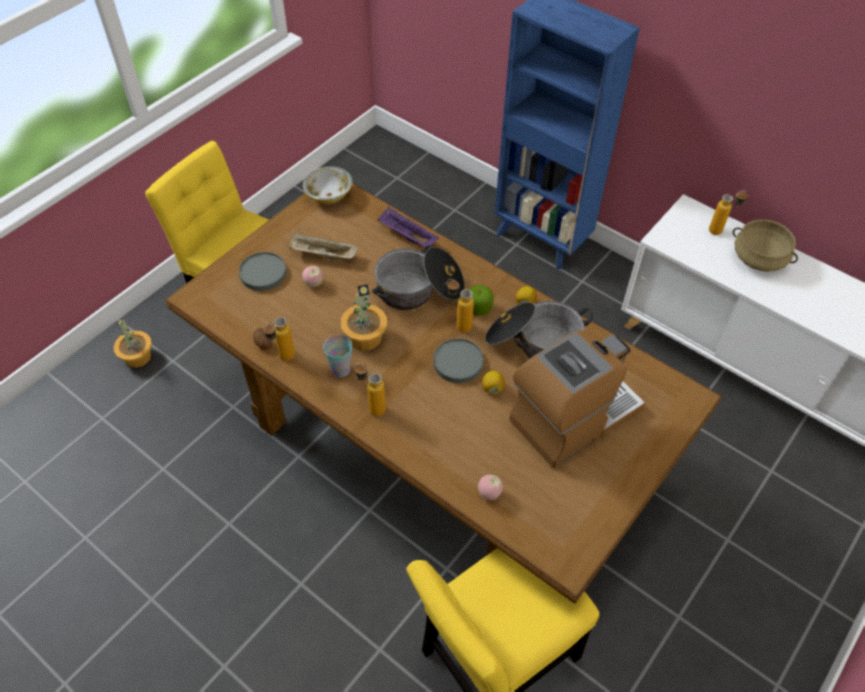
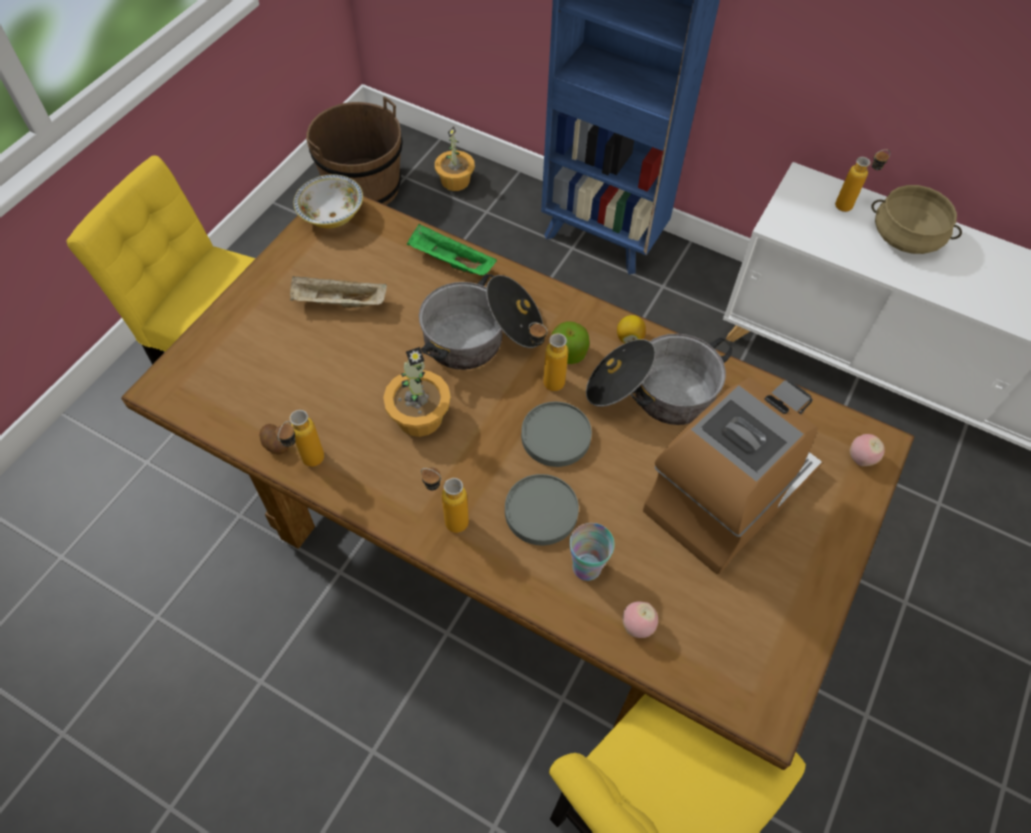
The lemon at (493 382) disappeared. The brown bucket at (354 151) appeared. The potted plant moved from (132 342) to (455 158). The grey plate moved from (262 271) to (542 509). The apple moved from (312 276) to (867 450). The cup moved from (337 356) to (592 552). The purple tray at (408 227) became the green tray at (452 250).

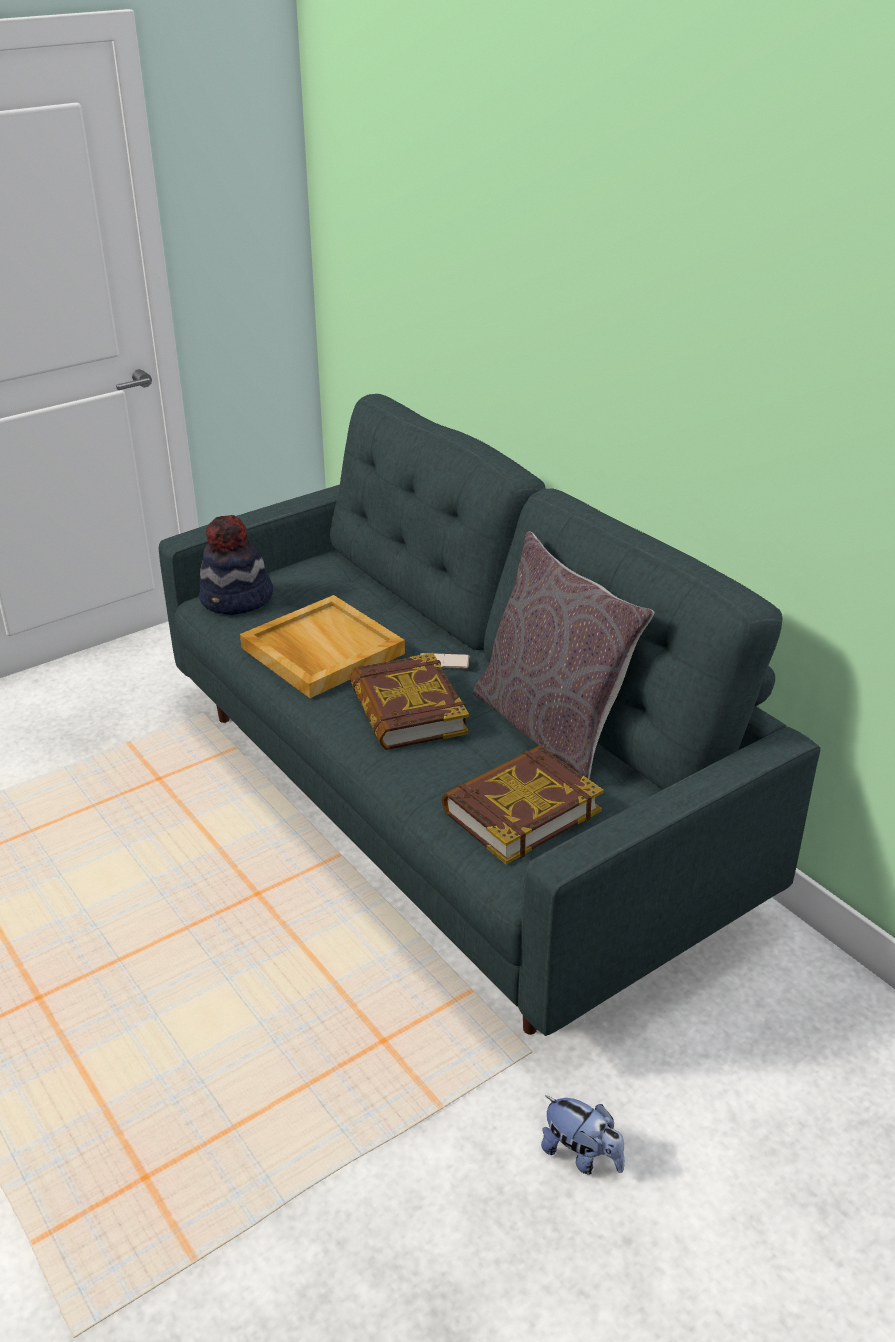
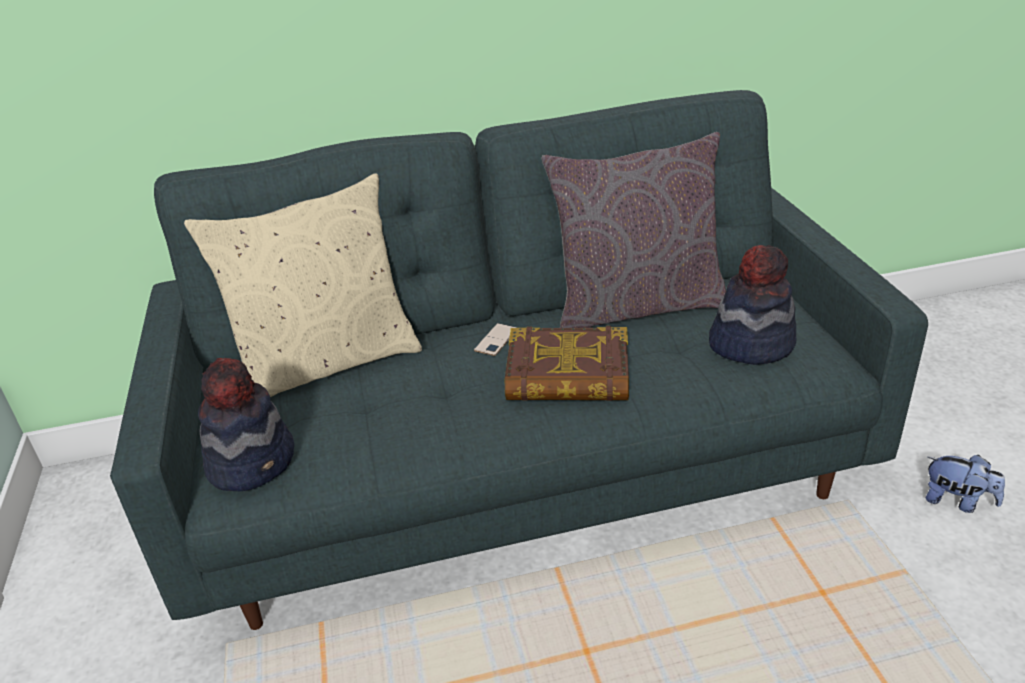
The beige tray at (322 646) disappeared. The beige pillow at (303 285) appeared. The book at (522 804) was replaced by the hat at (752 305). The plush toy at (583 1135) turned 60 degrees clockwise.

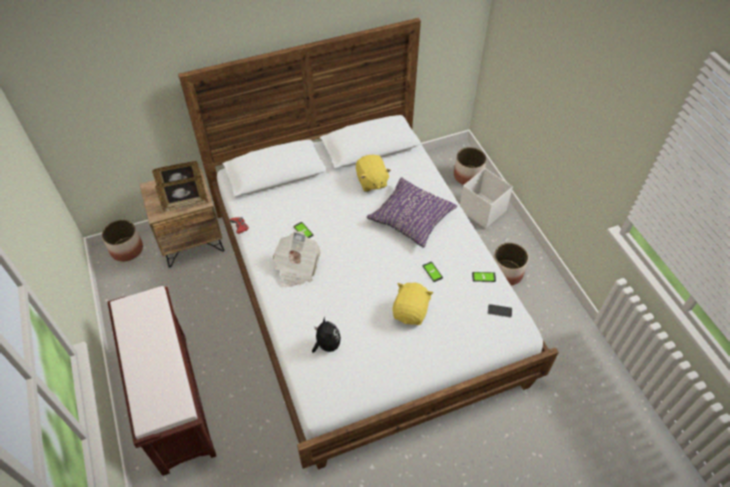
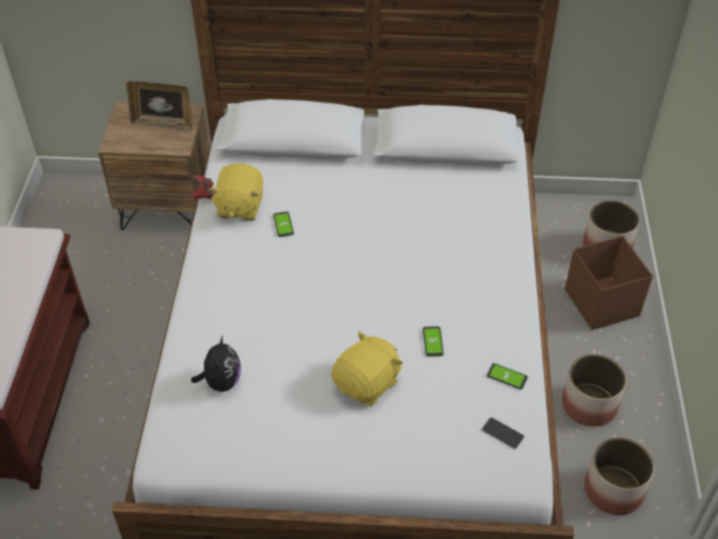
The picture frame at (181 194) disappeared. The newspaper at (297 259) disappeared. The purple pillow at (411 212) disappeared. The planter moved from (122 241) to (619 476). The yellow plush toy moved from (373 173) to (235 192). The white storage box at (486 198) became the brown storage box at (609 283).

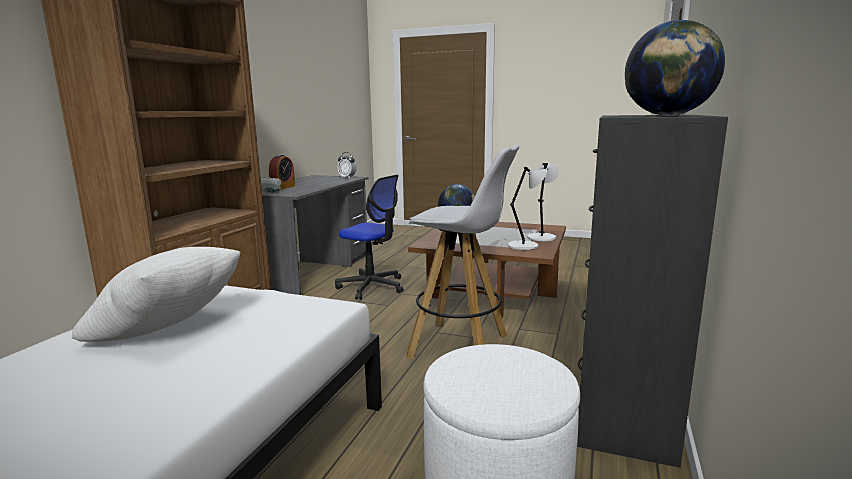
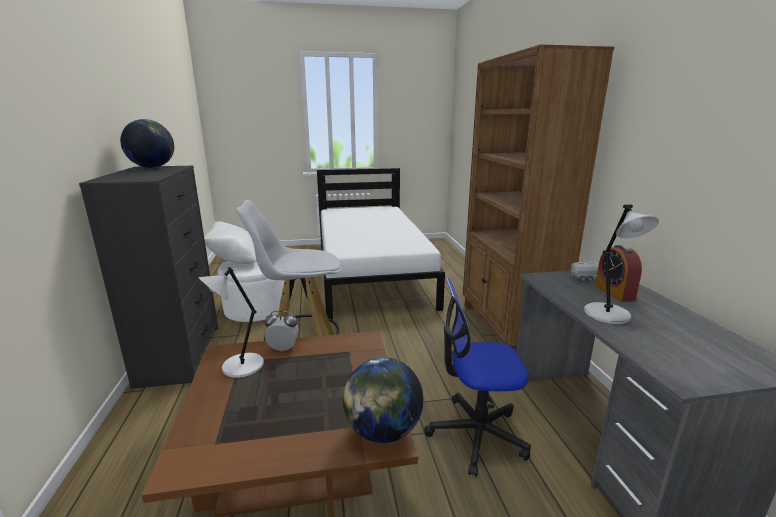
The white pillow moved from (156 294) to (230 242). The alarm clock moved from (347 165) to (281 331). The grey table lamp moved from (543 202) to (621 264).

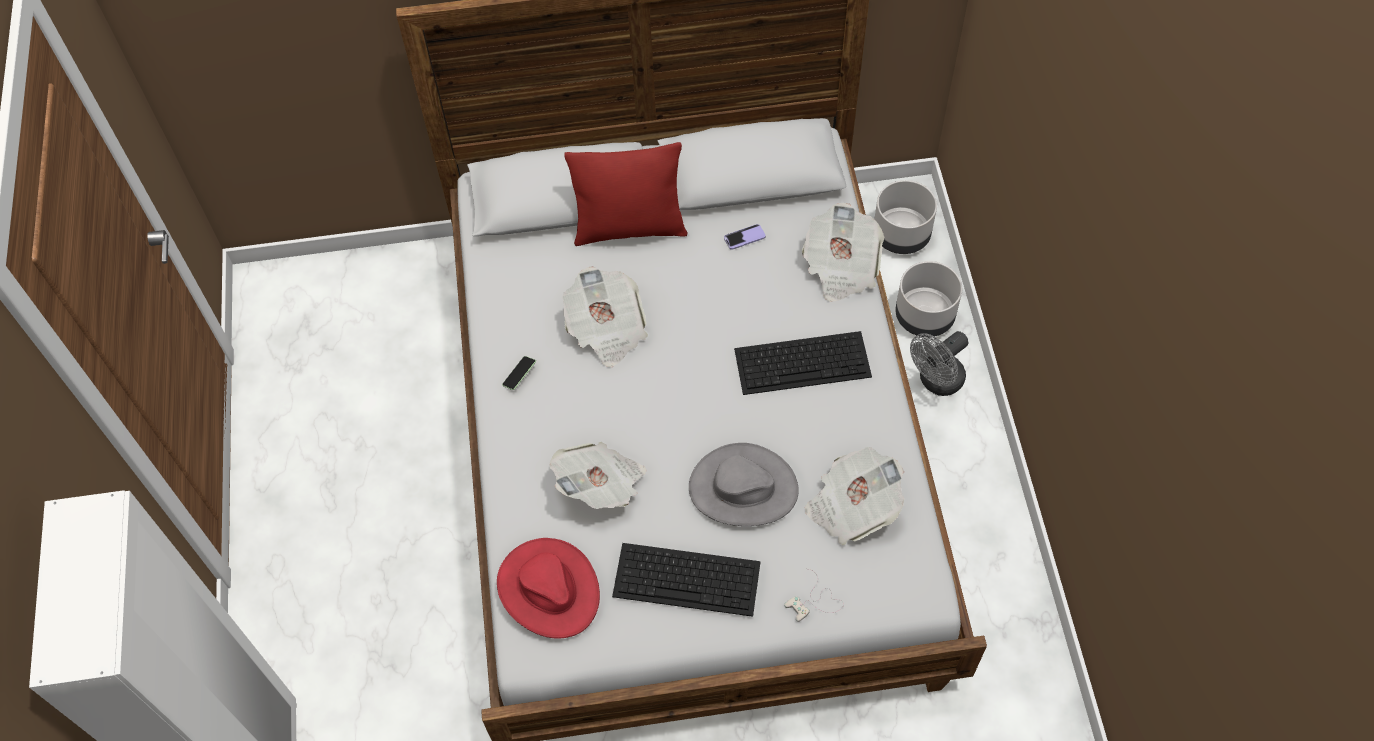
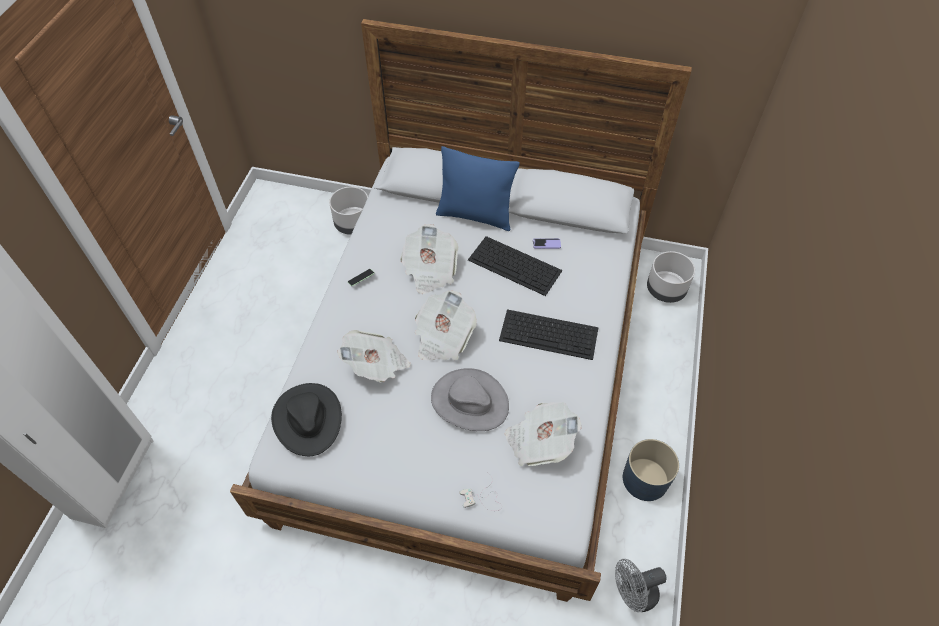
The blue planter at (651 470) appeared. The keyboard moved from (686 580) to (515 266). The newspaper moved from (843 252) to (446 325). The grey planter moved from (928 299) to (348 211). The grey fan moved from (939 363) to (640 585). The red hat at (548 588) became the black hat at (306 419). The red pillow at (626 194) became the blue pillow at (478 188).

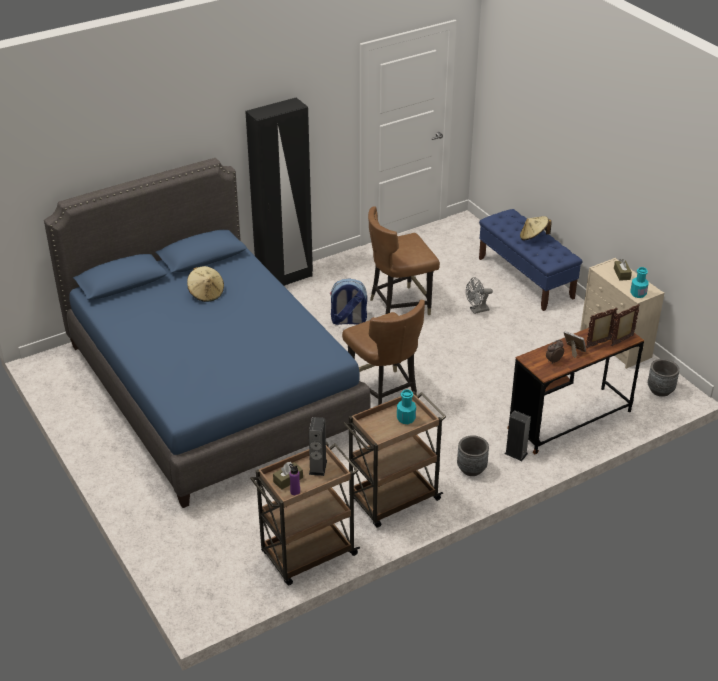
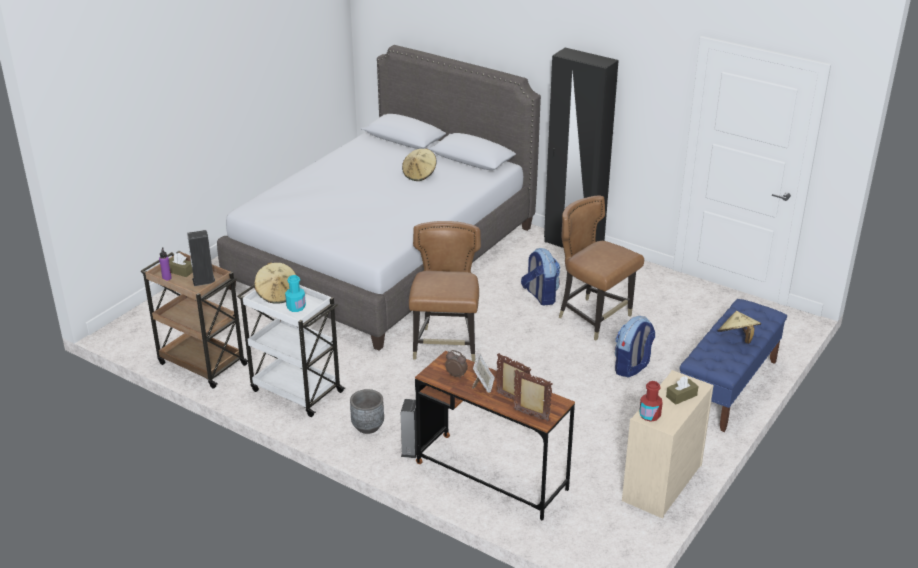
The grey planter at (664 378) disappeared. The beige hat at (275 283) appeared. The grey fan at (479 295) was replaced by the backpack at (635 346). The blue bed at (207 333) became the grey bed at (379 198). The brown cart at (395 459) became the white cart at (291 351). The turquoise bottle at (640 282) became the red bottle at (651 401). The brown chair at (383 352) turned 150 degrees clockwise.

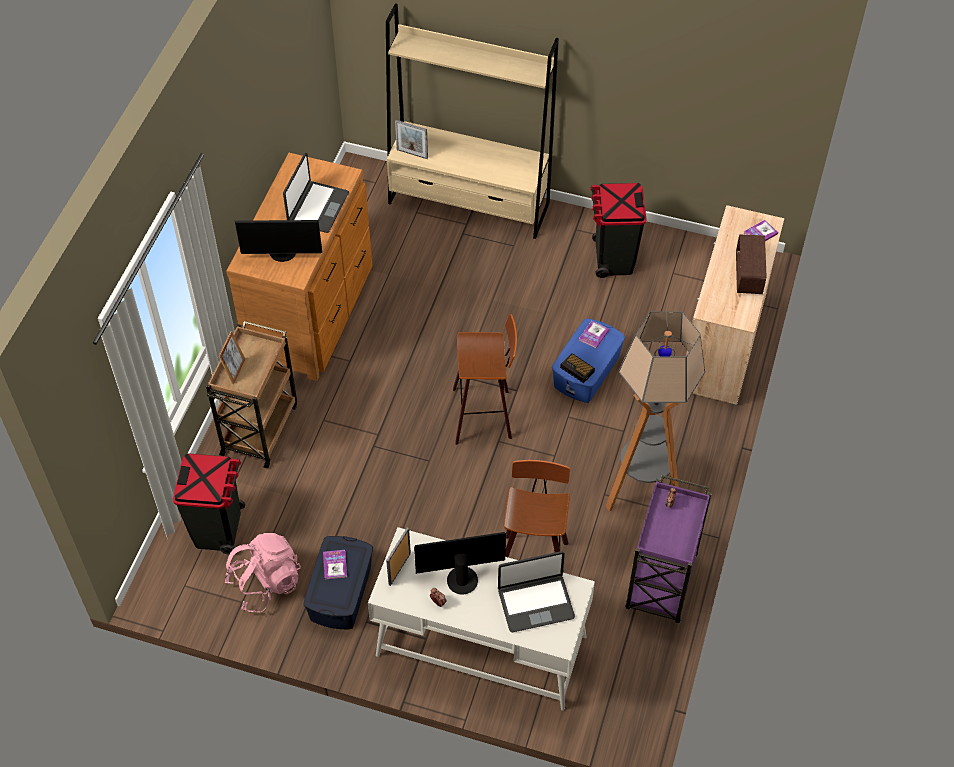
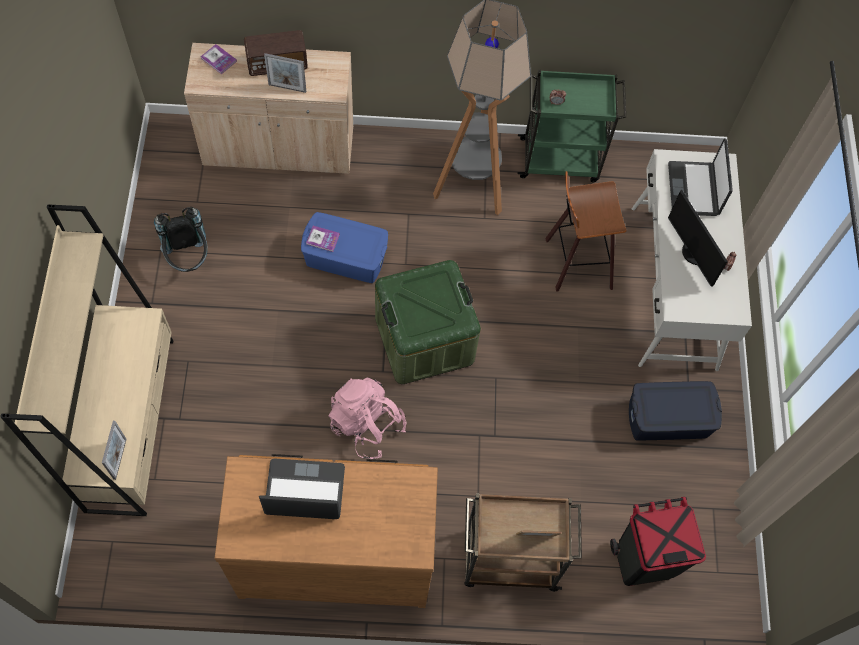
The monitor at (278 241) disappeared. The book at (335 564) disappeared. The alarm clock at (577 368) disappeared. The pink backpack moved from (263 572) to (367 418). The picture frame moved from (398 556) to (285 73). The stool at (485 379) was replaced by the green storage box at (428 322). The black trash can at (618 230) was replaced by the black backpack at (181 239). The purple cart at (668 549) became the green cart at (571 126). The laptop at (536 591) turned 150 degrees counterclockwise.

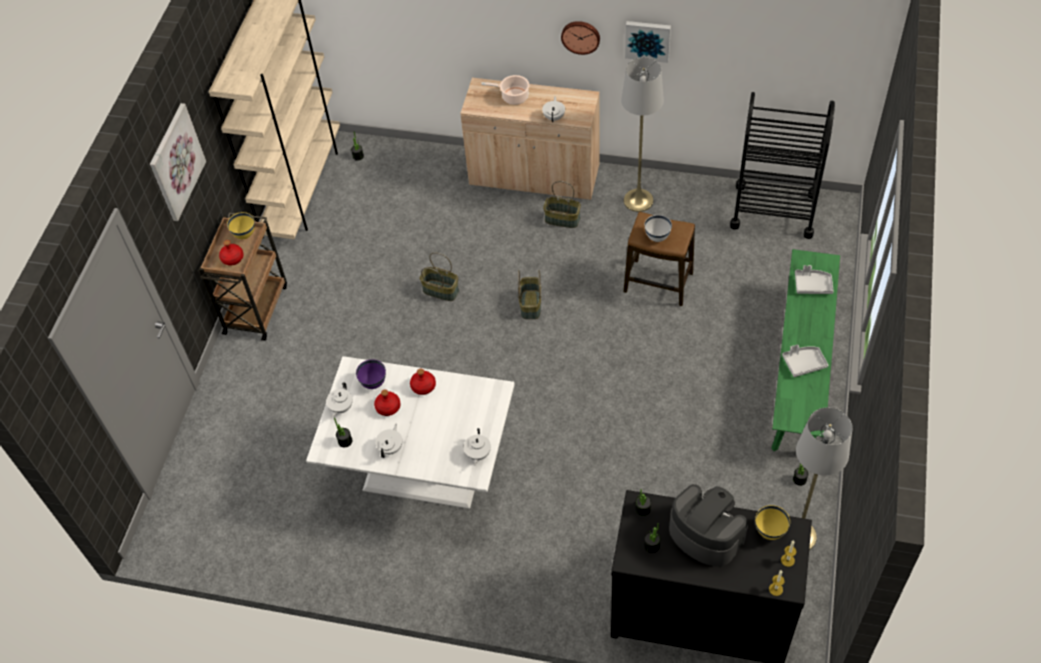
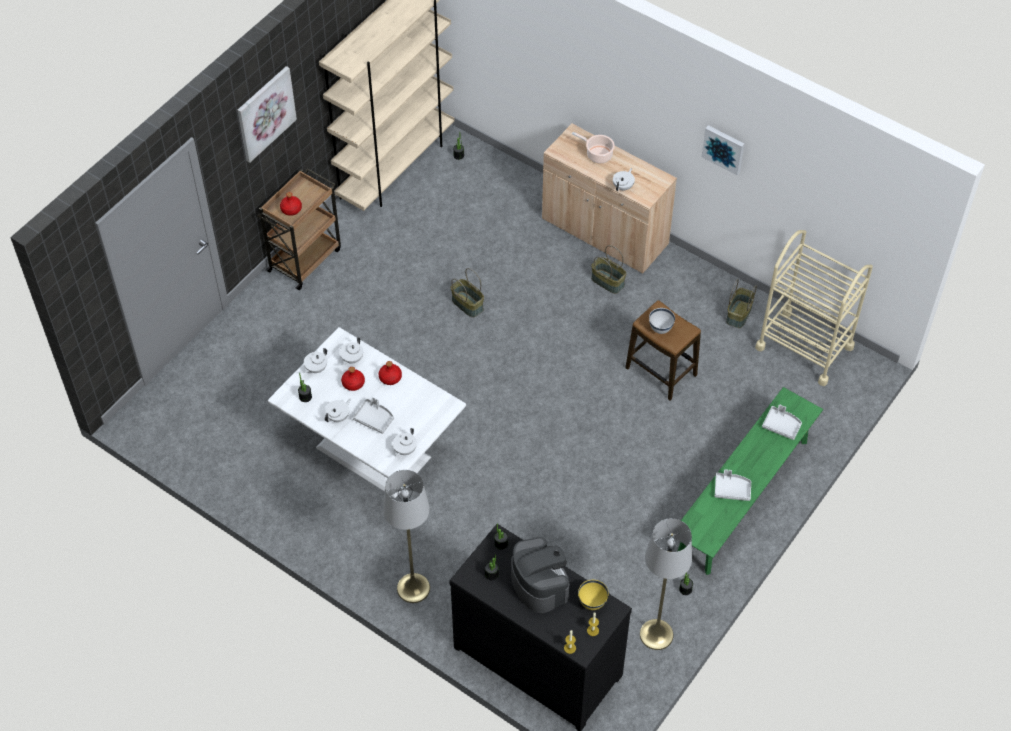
The yellow bowl at (241 225) disappeared. The wall clock at (580 38) disappeared. The grey tray at (373 415) appeared. The basket moved from (529 294) to (741 303). The grey floor lamp moved from (642 134) to (406 536). The purple bowl at (371 374) was replaced by the white teapot at (351 351). The black cart at (782 165) became the beige cart at (814 308).

